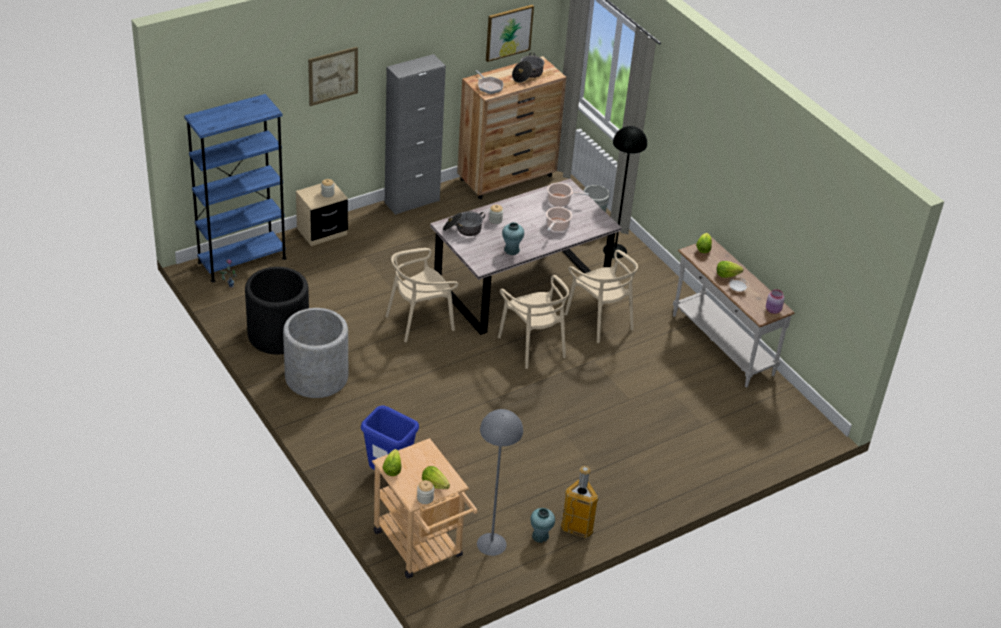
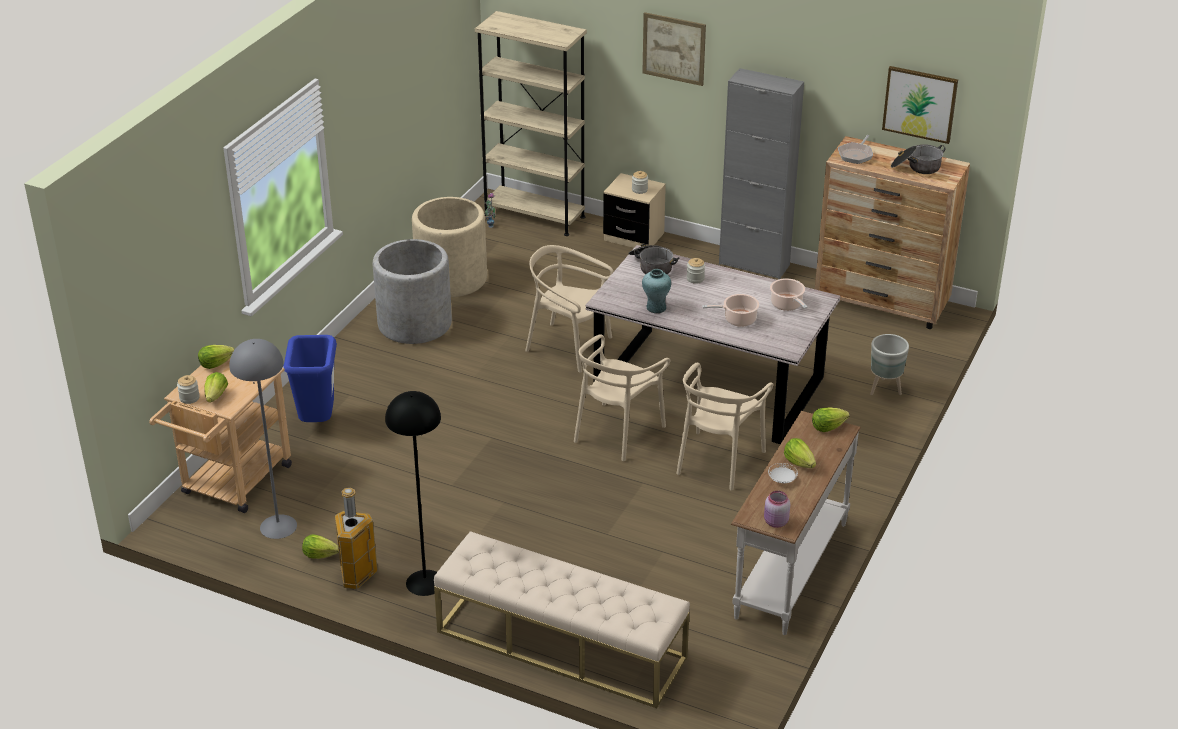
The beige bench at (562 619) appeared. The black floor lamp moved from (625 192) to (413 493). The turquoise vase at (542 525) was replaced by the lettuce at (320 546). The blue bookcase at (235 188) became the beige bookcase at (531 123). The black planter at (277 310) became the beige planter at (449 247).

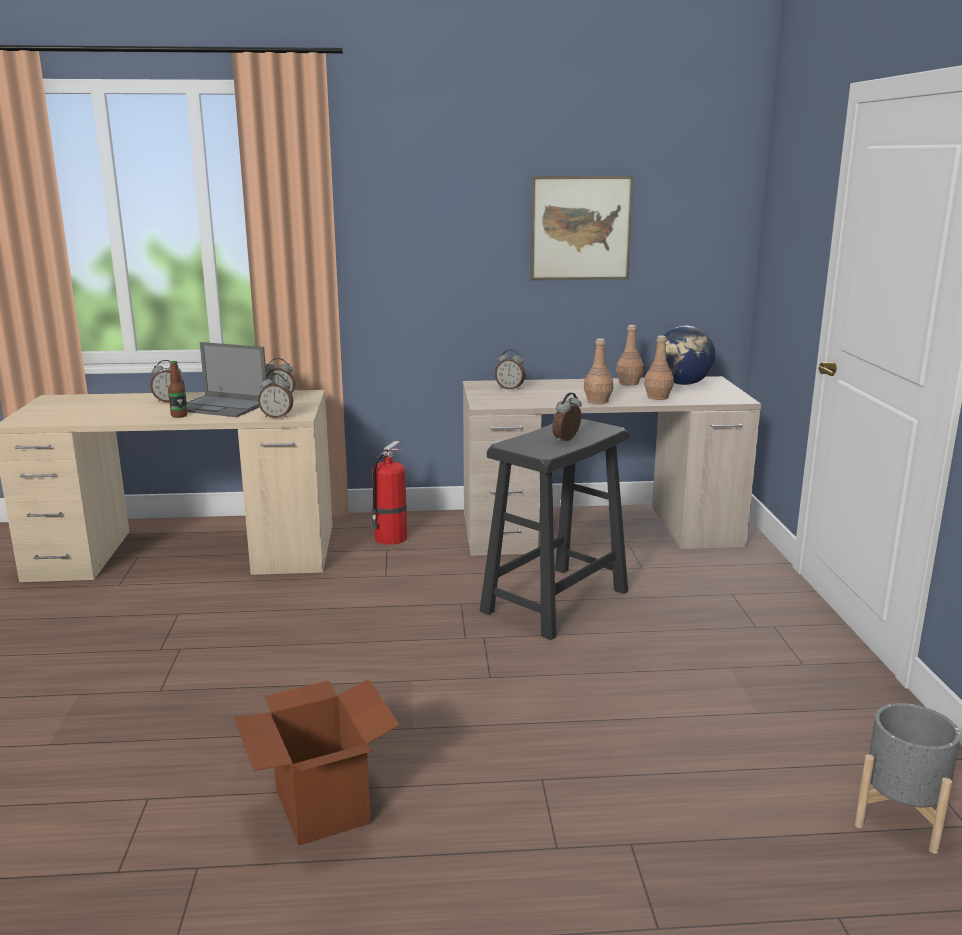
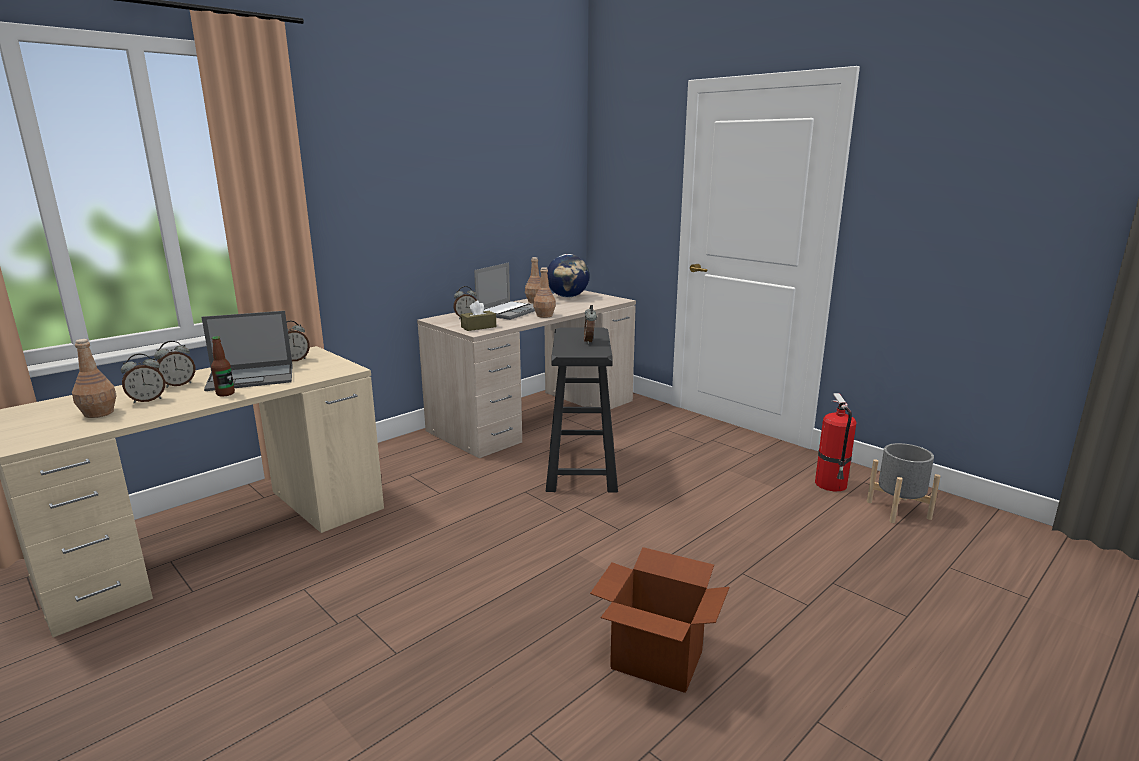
The picture at (582 228) disappeared. The brown tissue box at (478 316) appeared. The laptop at (504 291) appeared. The alarm clock moved from (275 395) to (143 378). The fire extinguisher moved from (389 493) to (835 442). The brown bottle moved from (659 367) to (94 378).

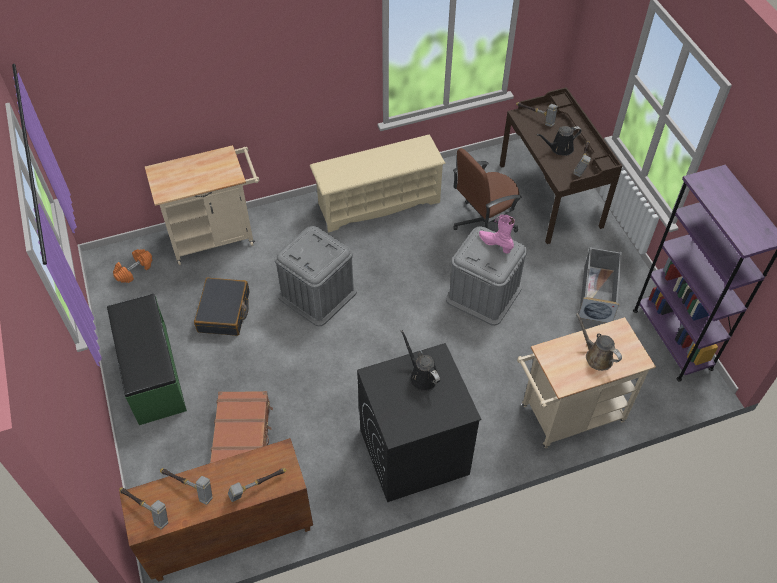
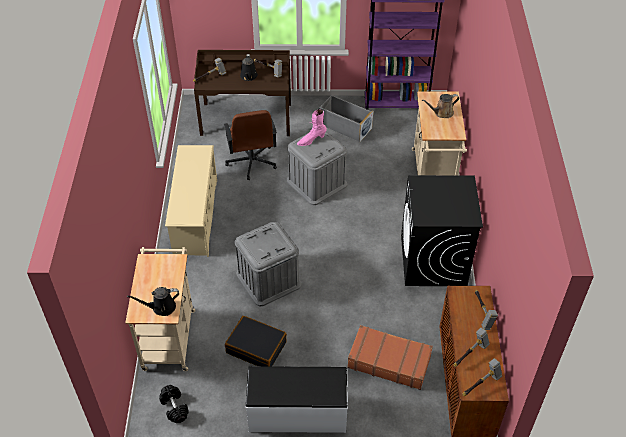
The black watering can moved from (420 360) to (153 301). The green bench at (147 359) became the white bench at (297 399). The orange dumbbell at (132 266) became the black dumbbell at (174 404).

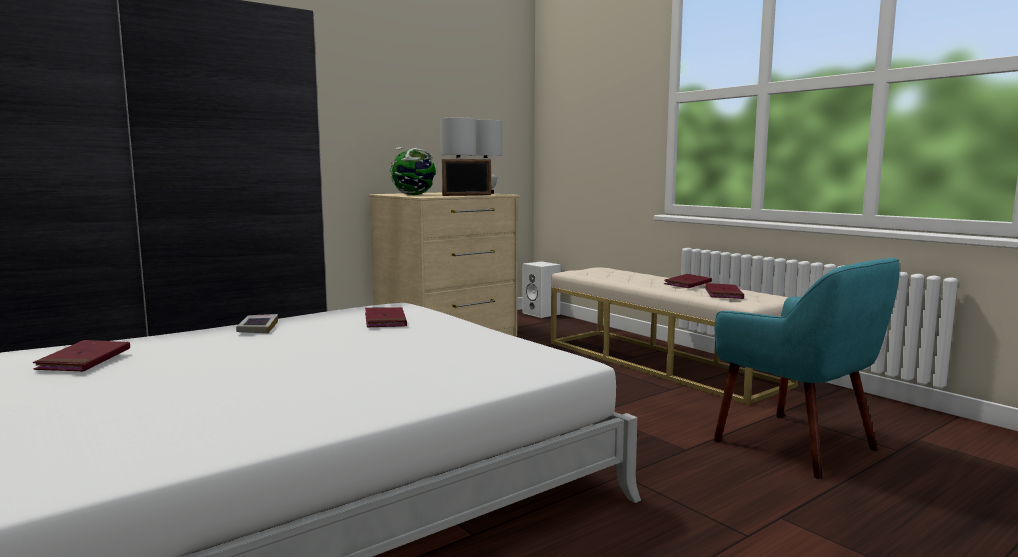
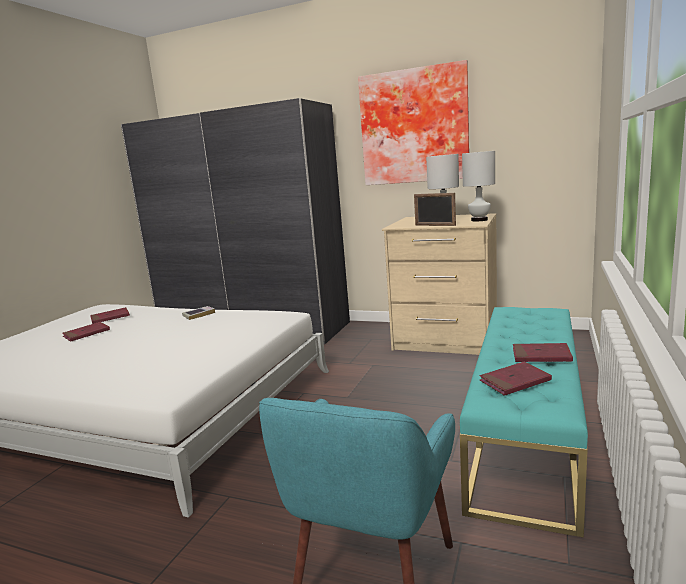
The globe at (413 171) disappeared. The white speaker at (541 289) disappeared. The picture at (413 122) appeared. The red book moved from (386 317) to (86 332). The beige bench at (674 336) became the turquoise bench at (524 422).

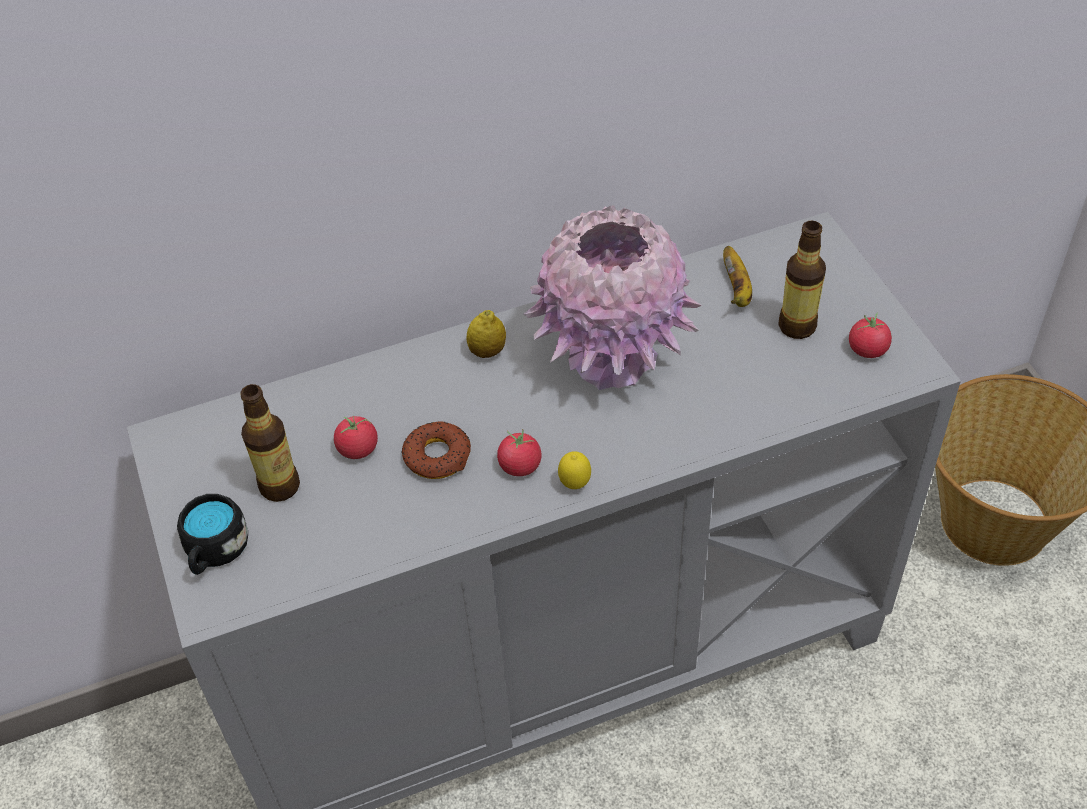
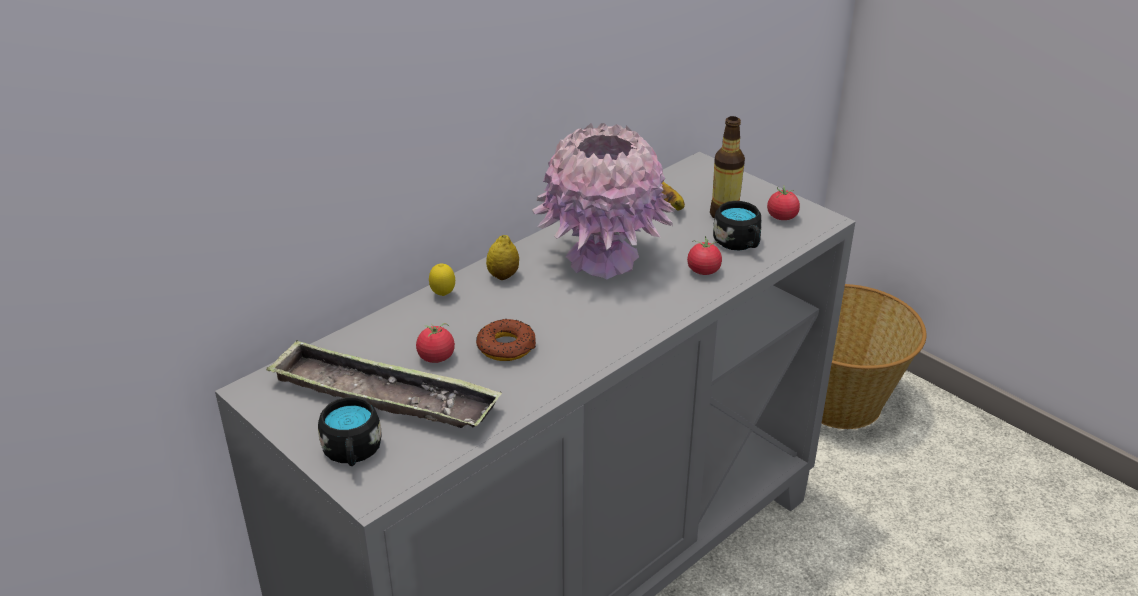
The black mug at (737 225) appeared. The tomato moved from (519 452) to (704 255). The lemon moved from (574 470) to (442 279). The bottle at (270 443) was replaced by the tray at (384 383).

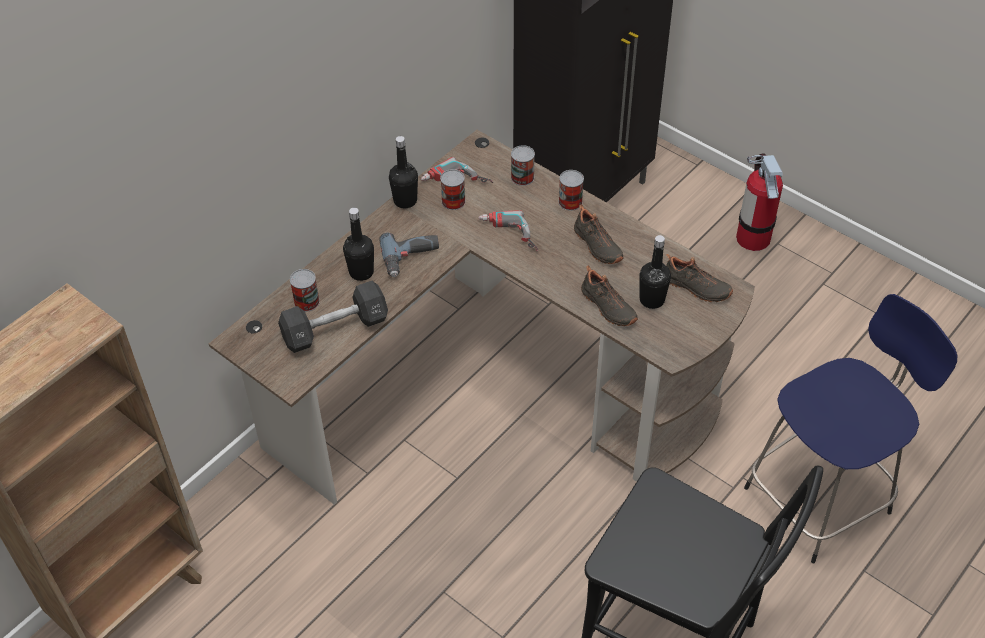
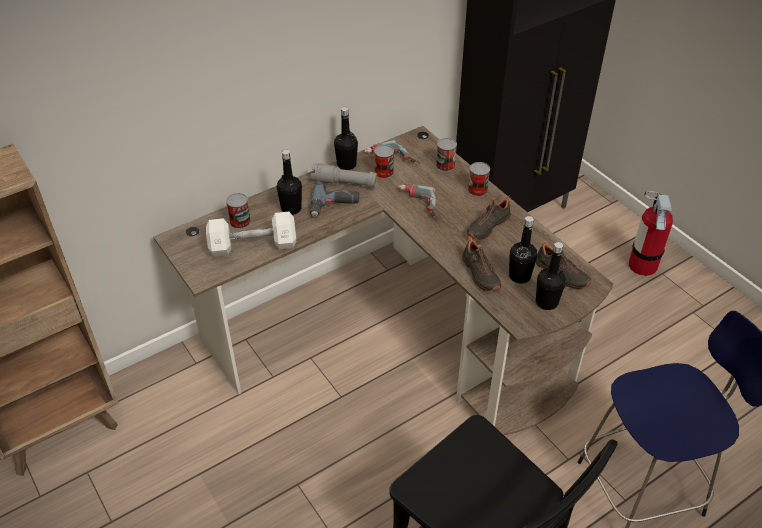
The grey flashlight at (344 175) appeared. The black bottle at (551 276) appeared. The black dumbbell at (333 317) became the white dumbbell at (251 234). The black shoe at (598 234) turned 60 degrees clockwise.

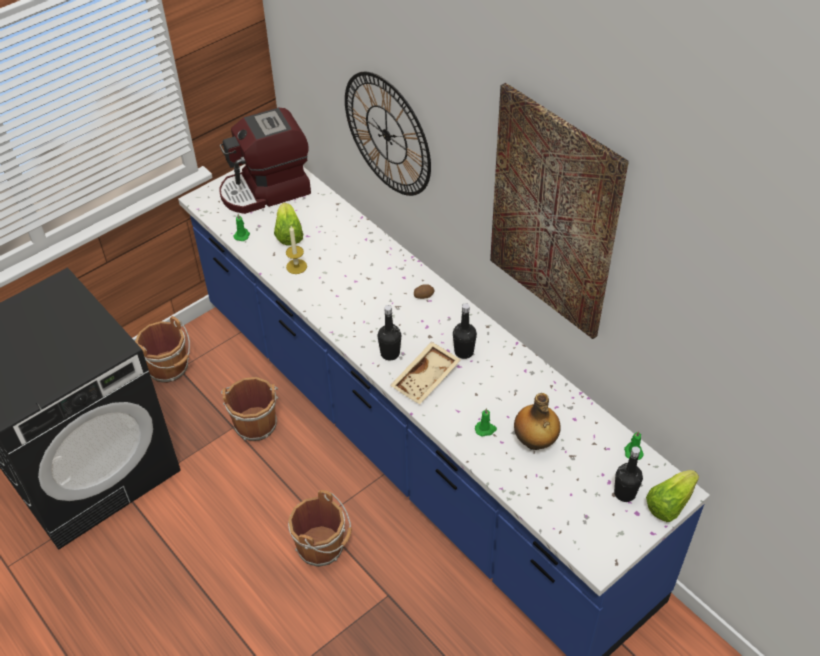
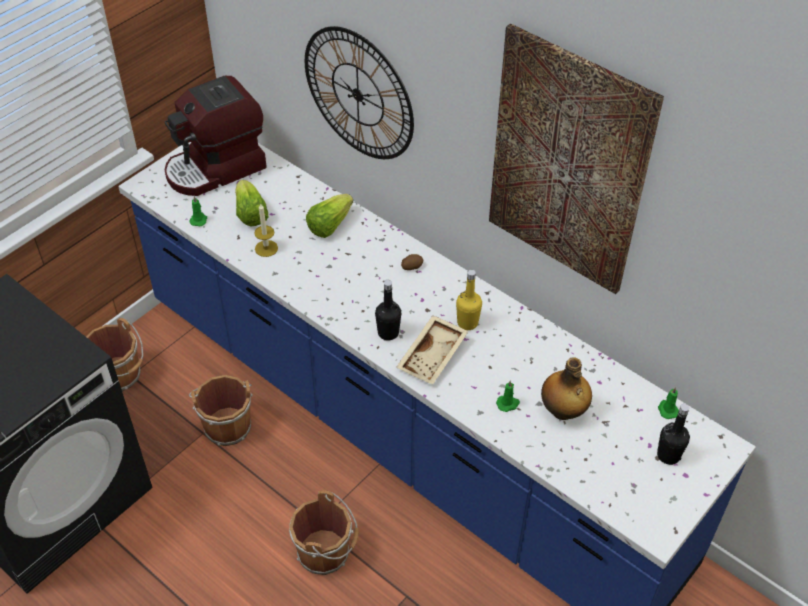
The lettuce moved from (672 496) to (329 216). The black bottle at (465 331) became the yellow bottle at (469 300).

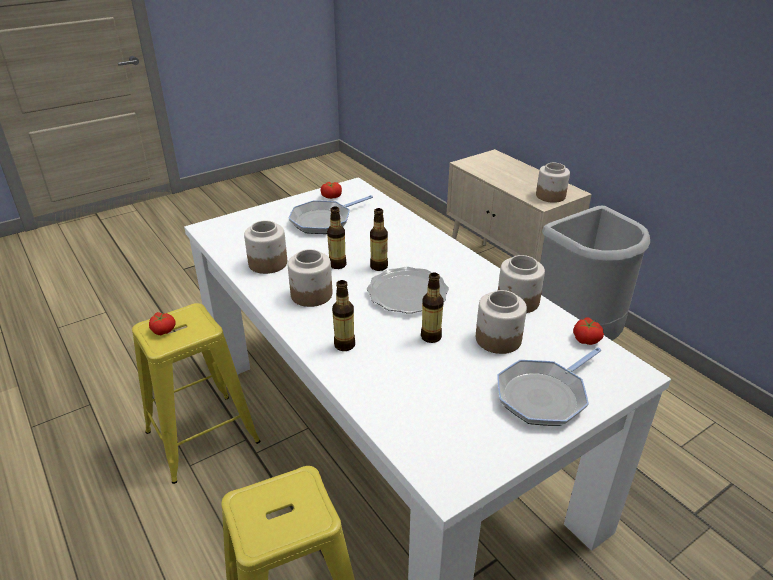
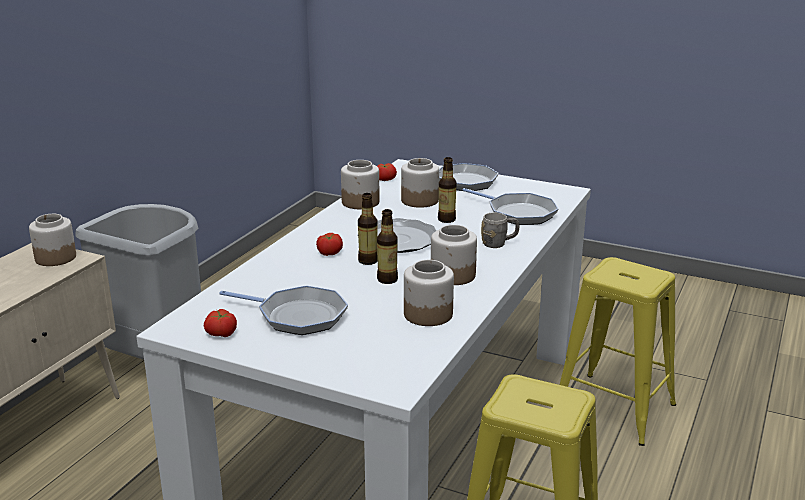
The frying pan at (510 206) appeared. The tomato moved from (162 323) to (329 244). The bottle at (343 315) was replaced by the grey mug at (500 230).

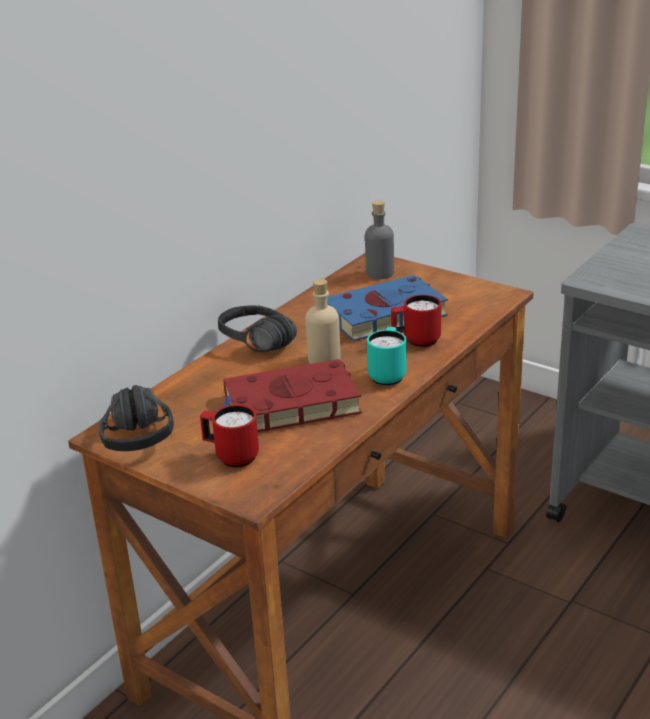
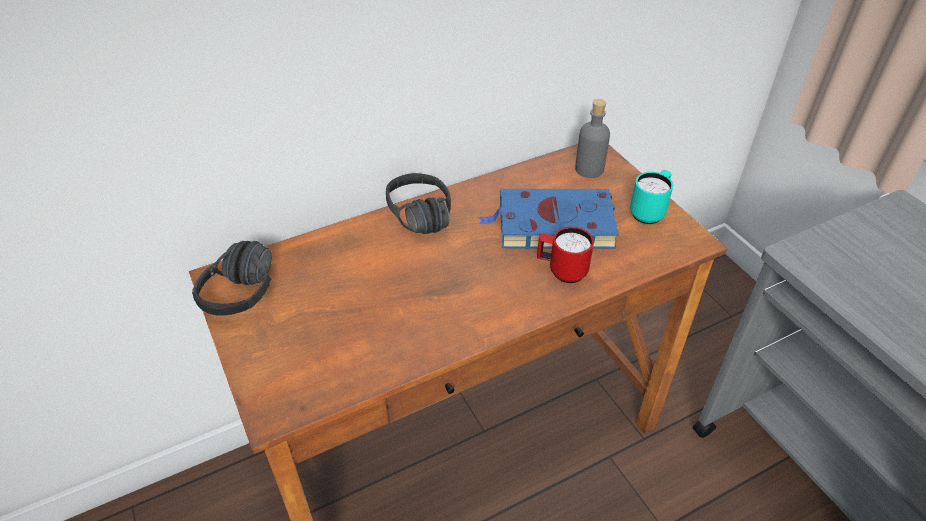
The red mug at (229 436) disappeared. The red book at (287 395) disappeared. The beige bottle at (323 321) disappeared. The turquoise mug moved from (387 356) to (651 197).

